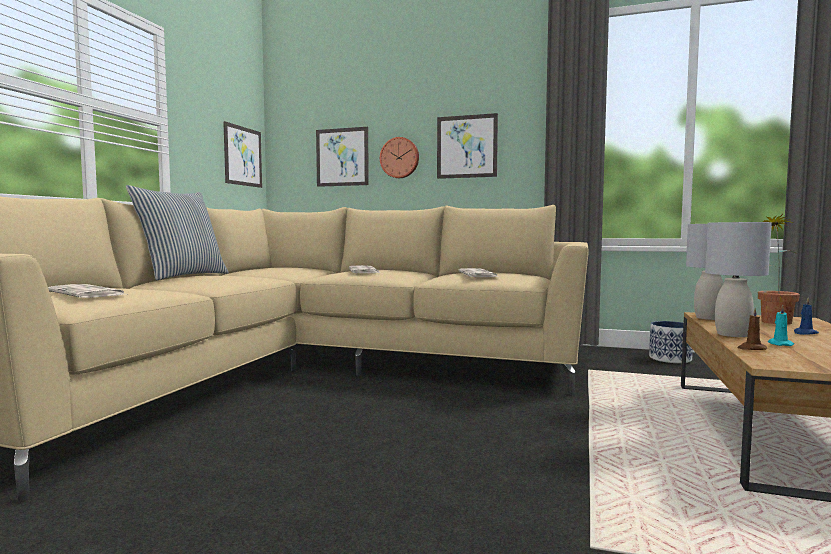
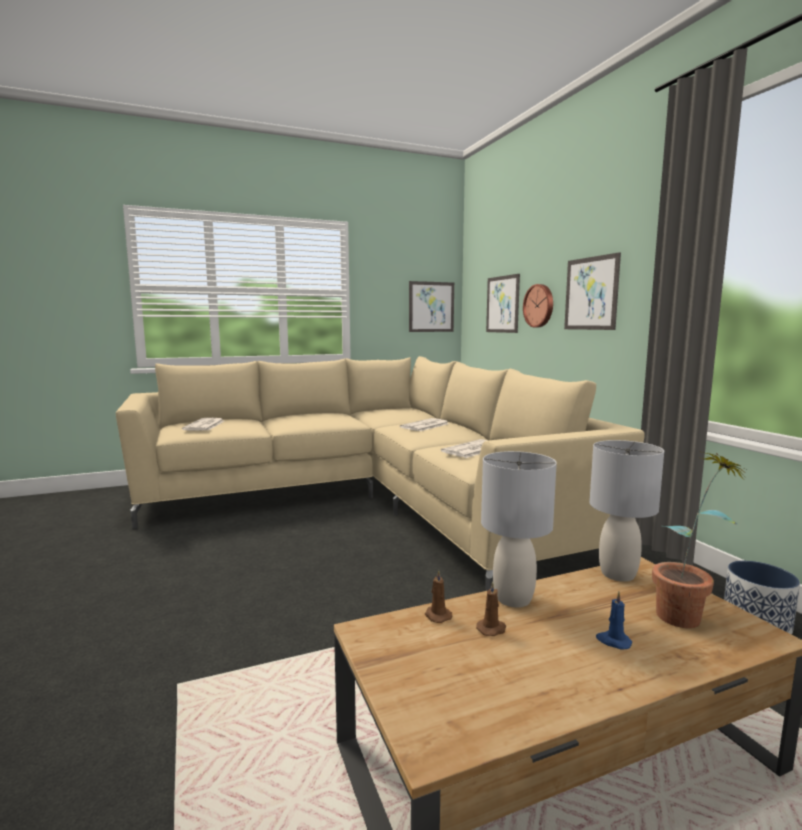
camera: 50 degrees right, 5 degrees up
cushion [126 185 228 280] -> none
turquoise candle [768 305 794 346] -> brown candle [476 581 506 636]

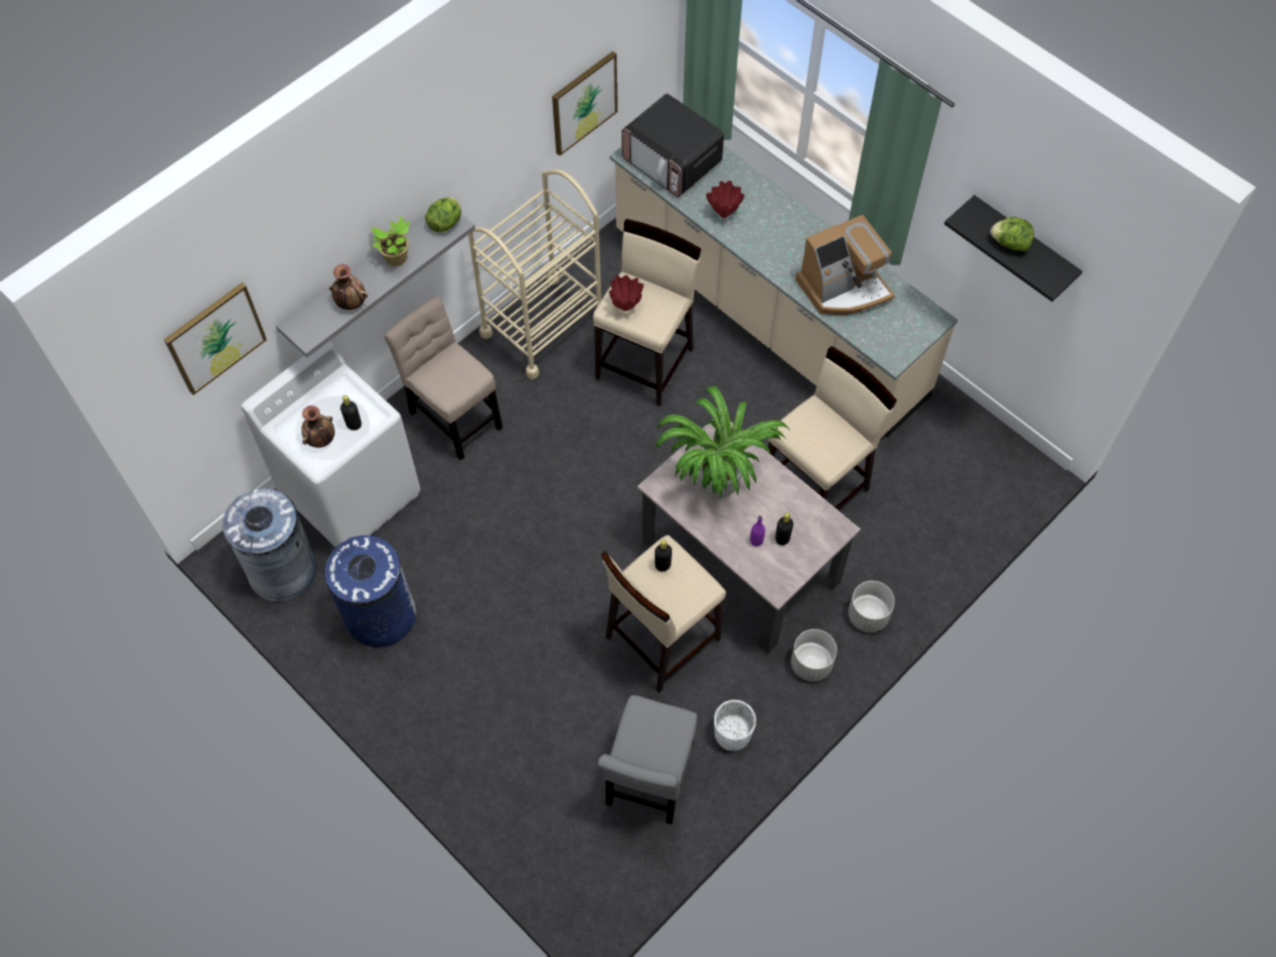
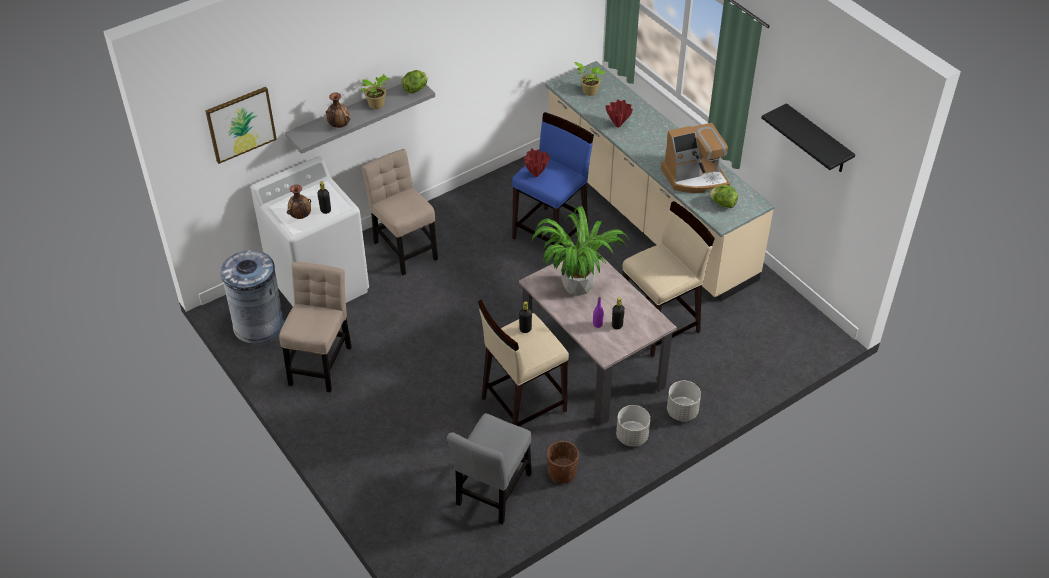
camera: 10 degrees right, 15 degrees down
blue rubbish bin [324 535 416 647] -> sand-coloured plain chair [279 262 352 393]
sand-coloured wheeled cart [468 169 601 380] -> none
wall art [552 51 618 156] -> none
sand-coloured stool [593 219 701 406] -> blue stool [512 112 594 259]
microwave [622 94 724 197] -> plant in a pot [574 62 605 96]
white planter [714 700 756 751] -> brown planter [547 441 579 484]
head of lettuce [990 217 1034 252] -> head of lettuce [709 185 738 208], moved

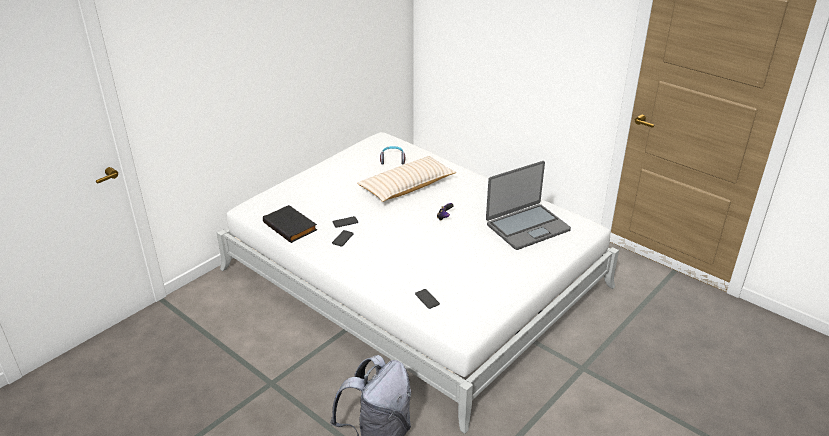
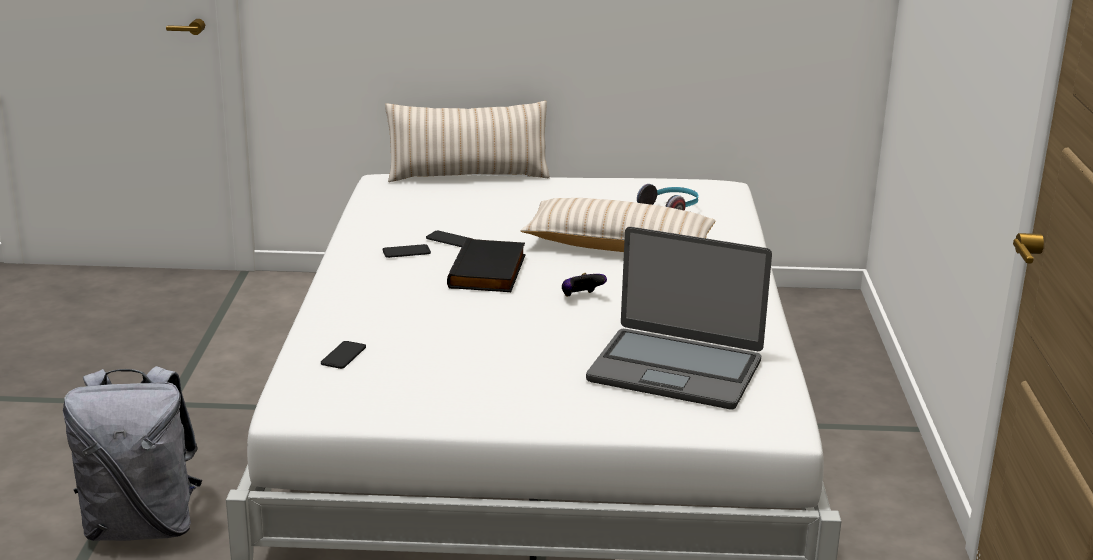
camera: 50 degrees right, 10 degrees down
black-coloured book [263 205 317 243] -> black-coloured book [447 238 525 292], moved
none -> sand-coloured cushion [385 101 550 182]

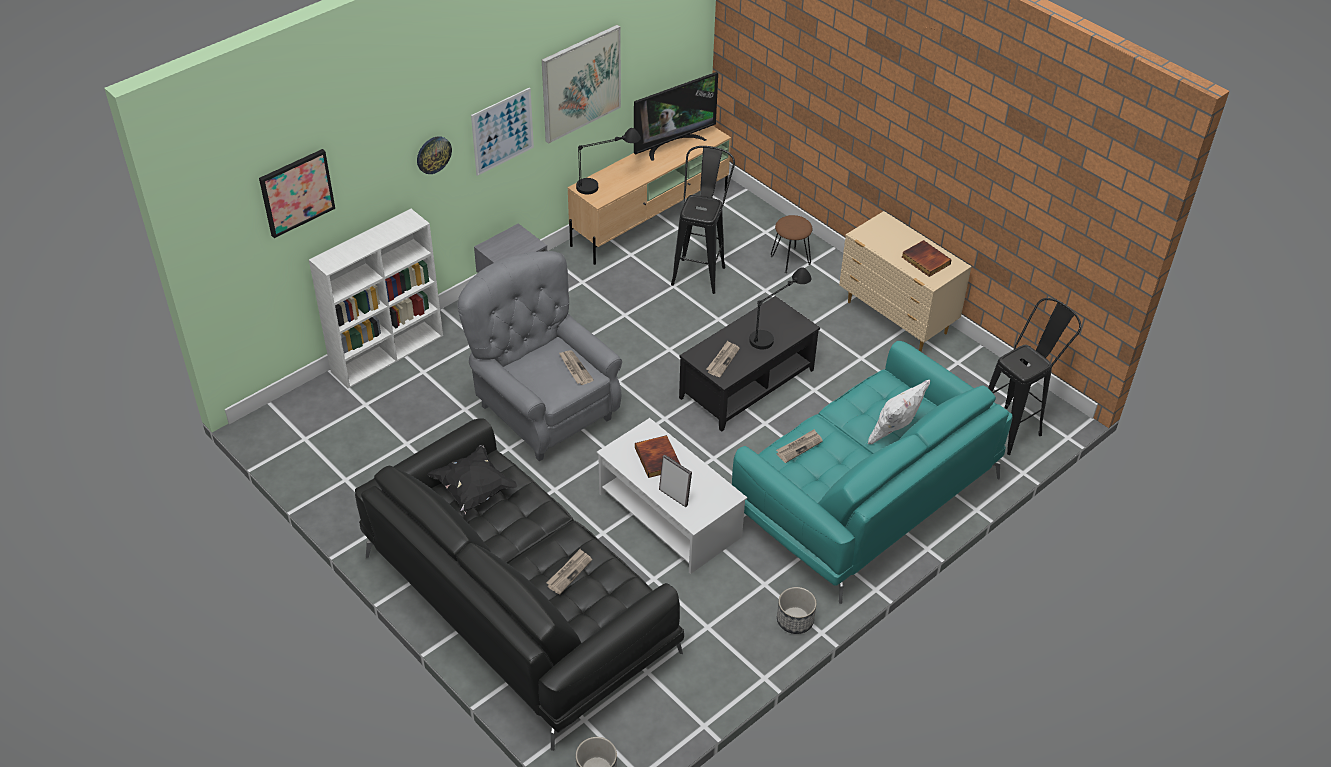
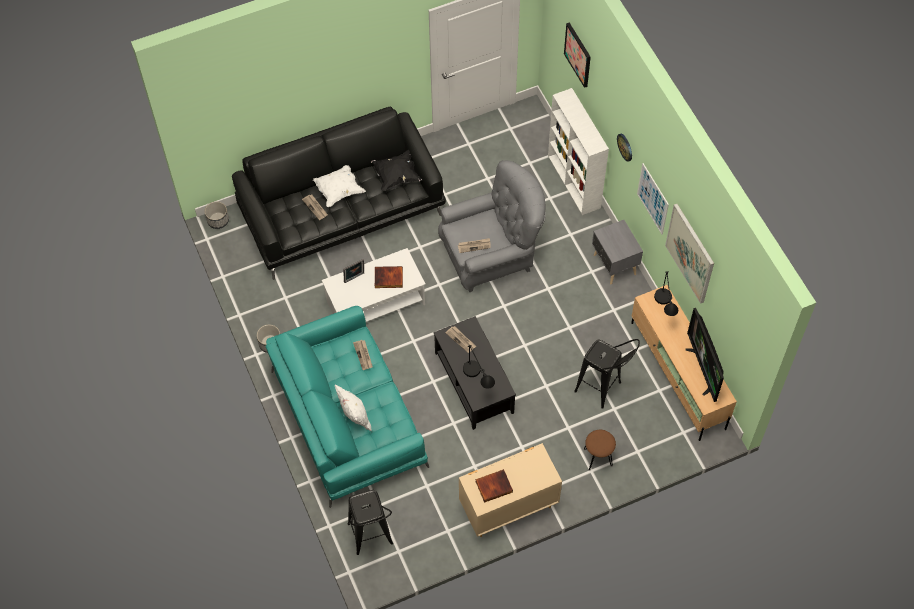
camera: 110 degrees right, 15 degrees up
none -> white cushion [312 165 366 207]

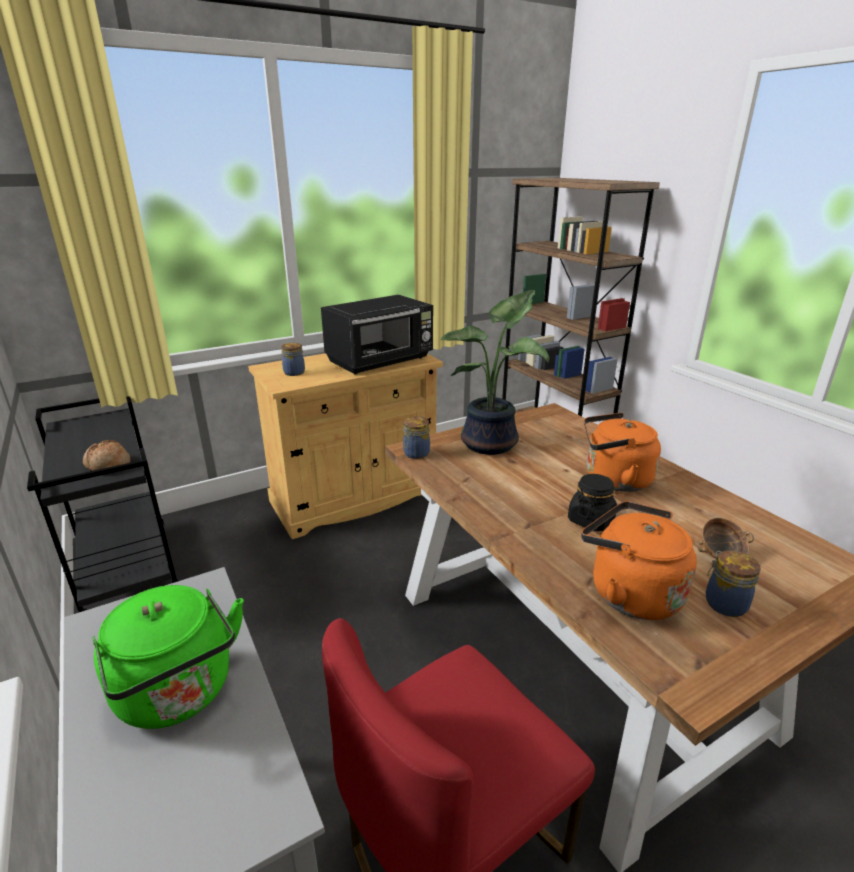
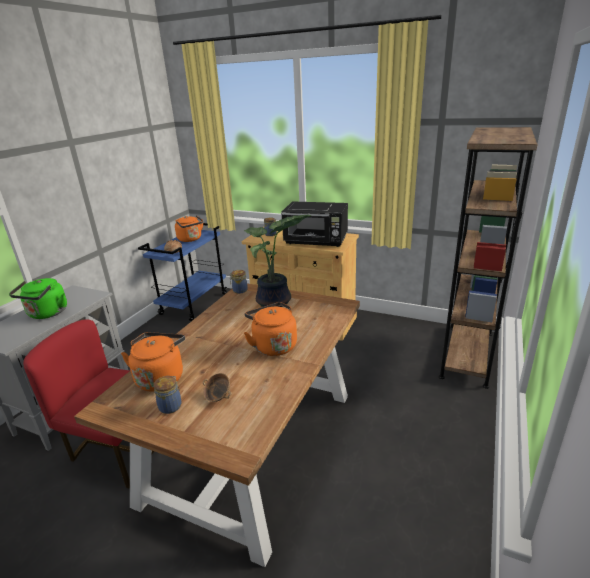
camera: 55 degrees right, 0 degrees up
black-coloured wheeled cart [27 396 179 612] -> blue wheeled cart [138 223 227 321]
black-coloured jar [568 474 617 532] -> none
none -> orange-coloured kettle [175 215 203 242]

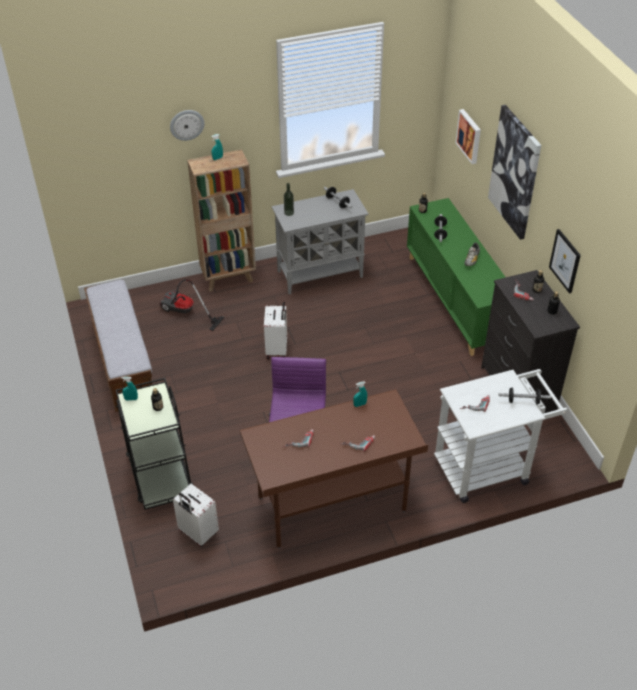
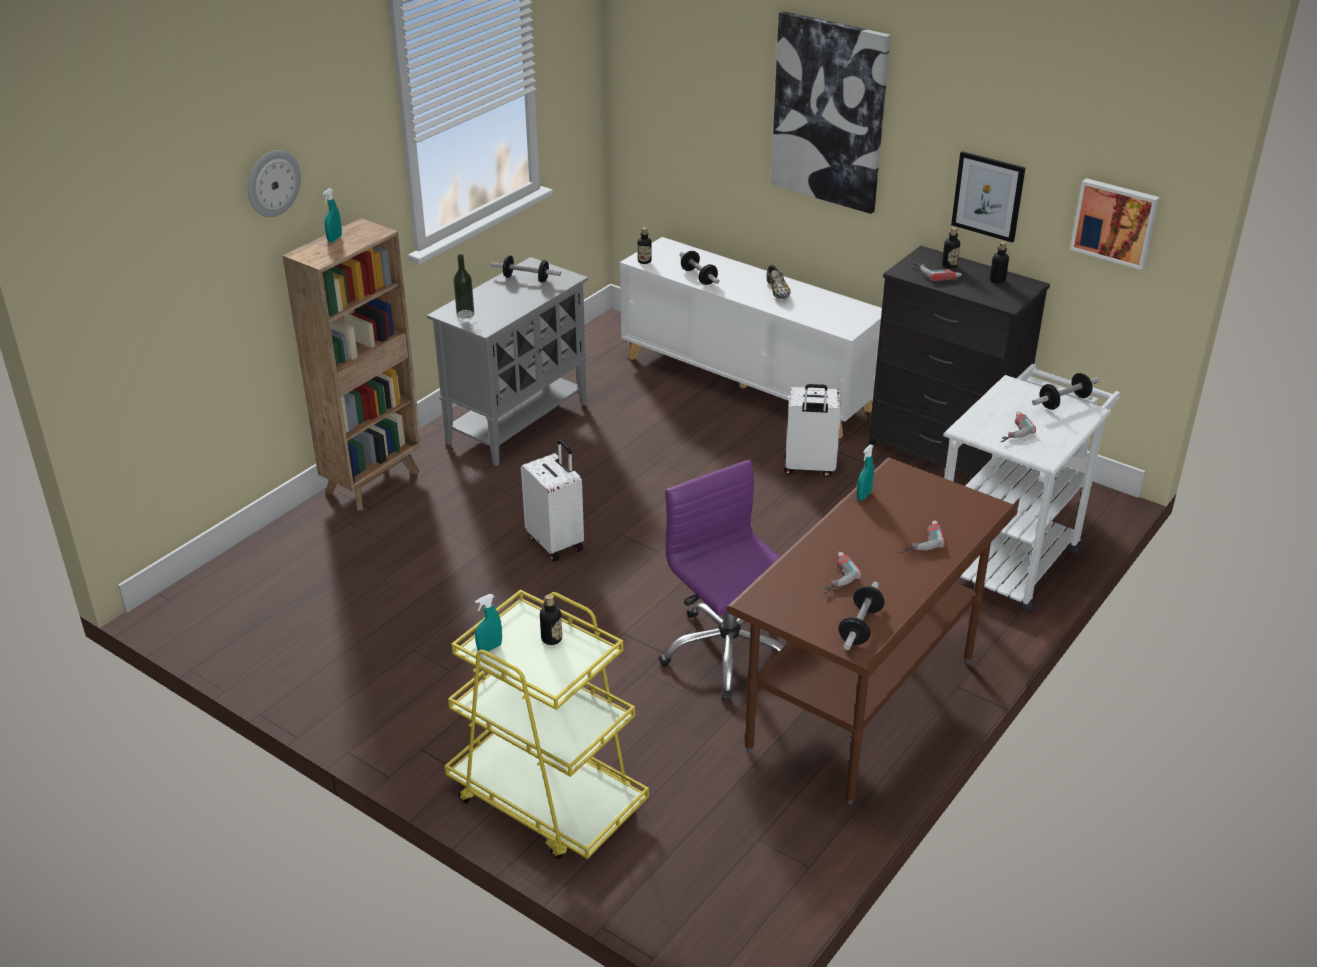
camera: 35 degrees left, 10 degrees down
long seat [84 279 152 412] -> none
black-coloured wheeled cart [116 378 193 510] -> yellow wheeled cart [445 589 649 859]
vacuum [159 279 225 331] -> none
white suitcase [173 484 219 547] -> white suitcase [784 384 841 477], moved
green cupboard [407 198 506 356] -> white cupboard [620 237 882 438]
wall art [455 109 481 164] -> wall art [1070 178 1160 270], moved
none -> free weight [838 582 885 650]

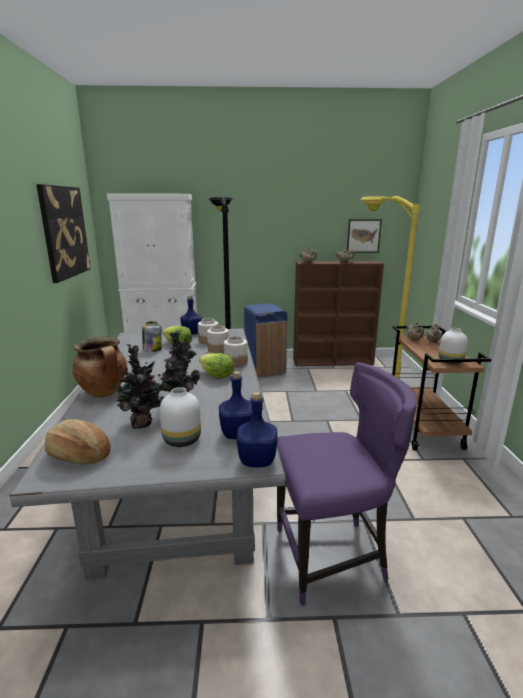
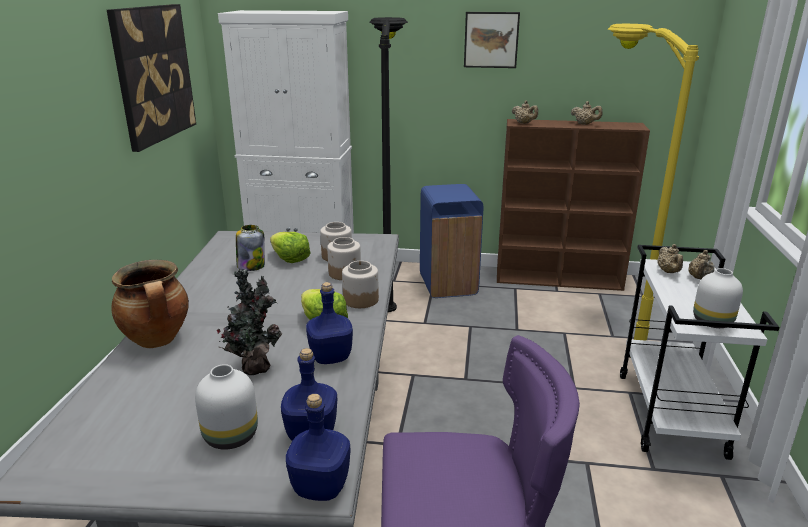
camera: 10 degrees right, 5 degrees up
bread [45 419 111 464] -> none
plant in a pot [107 344 172 429] -> none
blue bottle [180 296 202 335] -> blue bottle [306 282 353 364], moved
wall art [347 219 382 253] -> wall art [464 12 520 68], moved
brown wheeled cart [392 326 491 451] -> white wheeled cart [620 245 779 460]

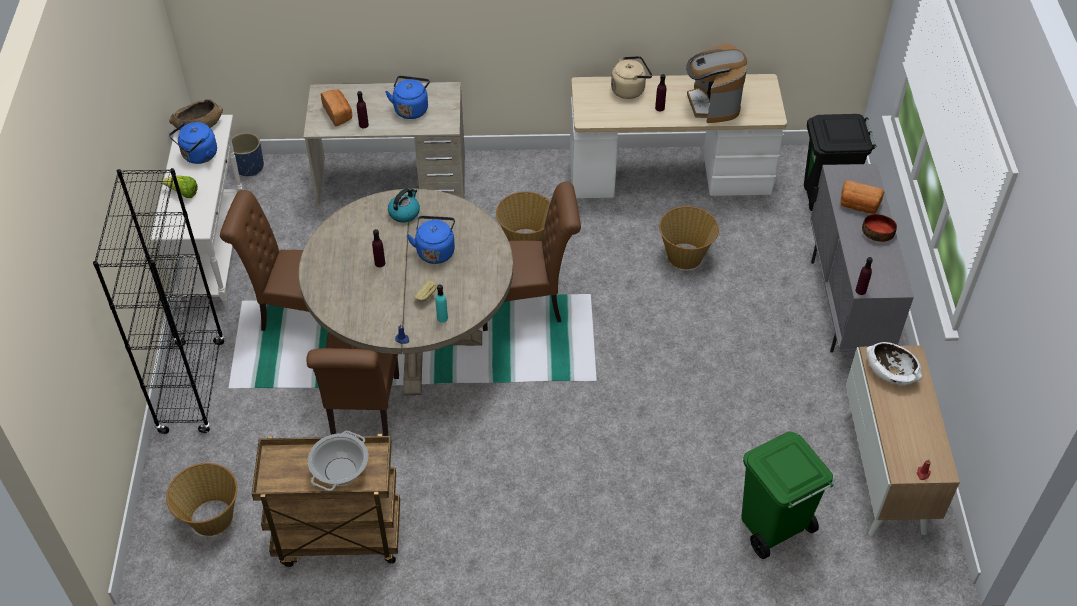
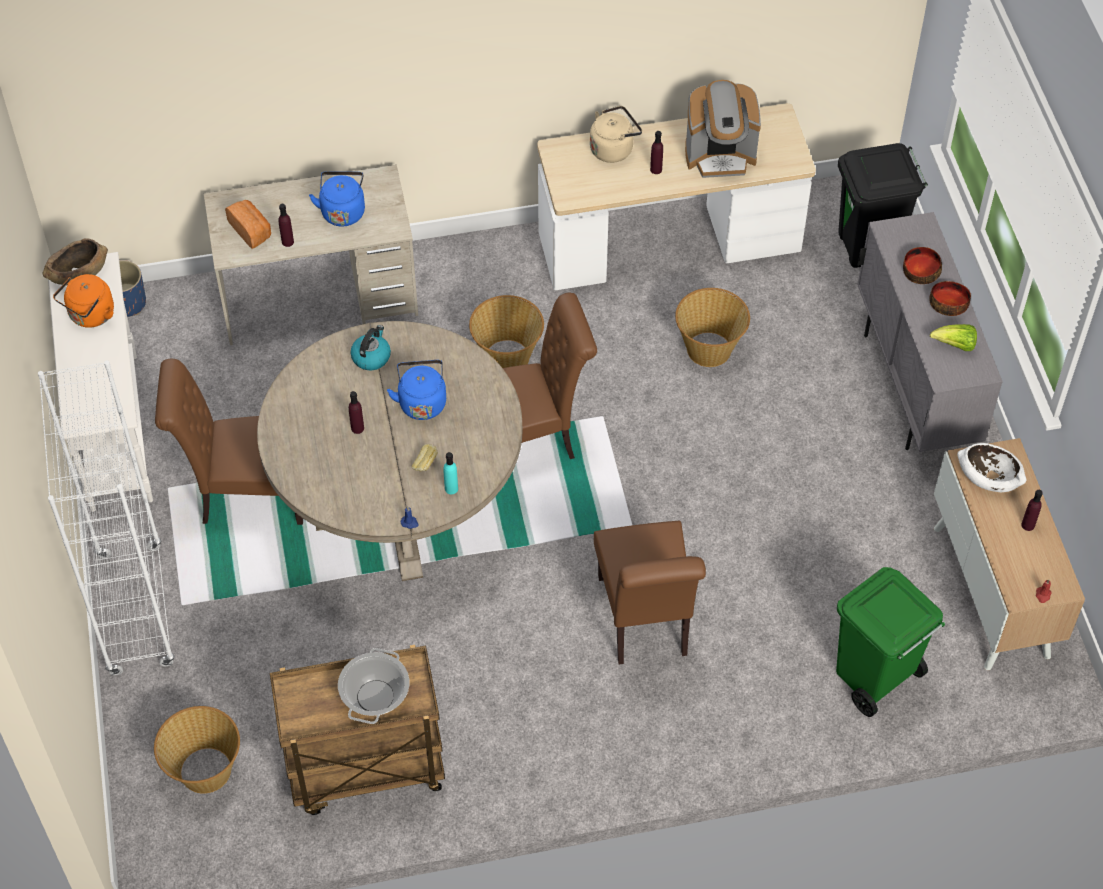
camera: 10 degrees left, 5 degrees up
black-coloured shelving unit [93 168 225 434] -> white shelving unit [38 360 175 676]
head of lettuce [161 176 198 198] -> head of lettuce [930 324 977 351], moved
blue kettle [169 122 217 164] -> orange-coloured kettle [53 274 114 328]
brown plain chair [306 333 399 436] -> brown plain chair [594 521 706 665], moved
coffee maker [686 44 747 123] -> coffee maker [685 80 761 178], 75 degrees counterclockwise
bread [840 180 884 214] -> deep dish [903 247 942 284]
purplish bottle [855 257 873 295] -> purplish bottle [1021 490 1043 531], moved

